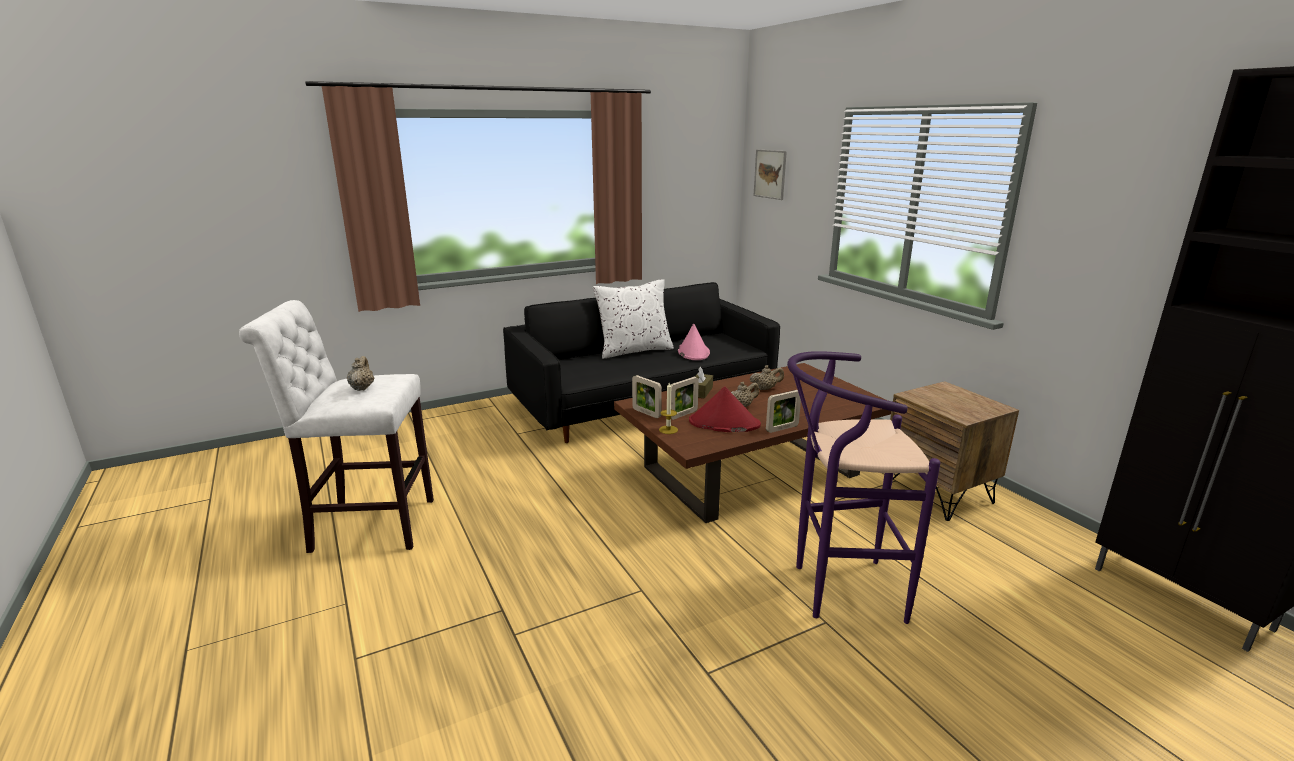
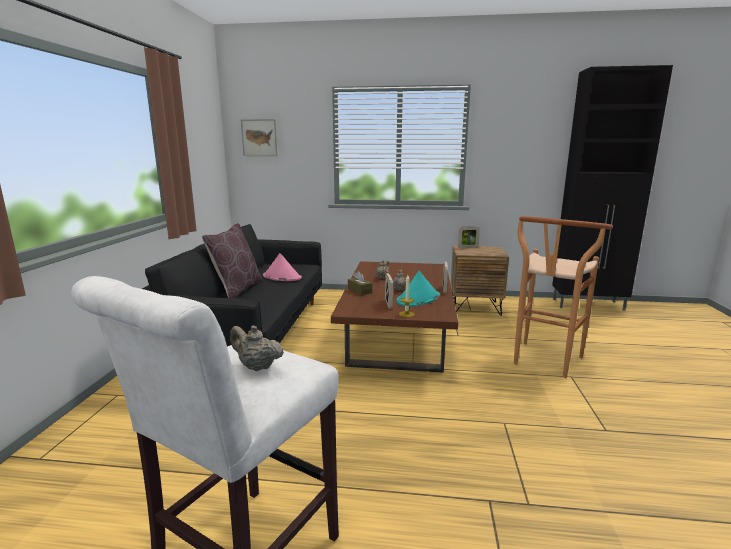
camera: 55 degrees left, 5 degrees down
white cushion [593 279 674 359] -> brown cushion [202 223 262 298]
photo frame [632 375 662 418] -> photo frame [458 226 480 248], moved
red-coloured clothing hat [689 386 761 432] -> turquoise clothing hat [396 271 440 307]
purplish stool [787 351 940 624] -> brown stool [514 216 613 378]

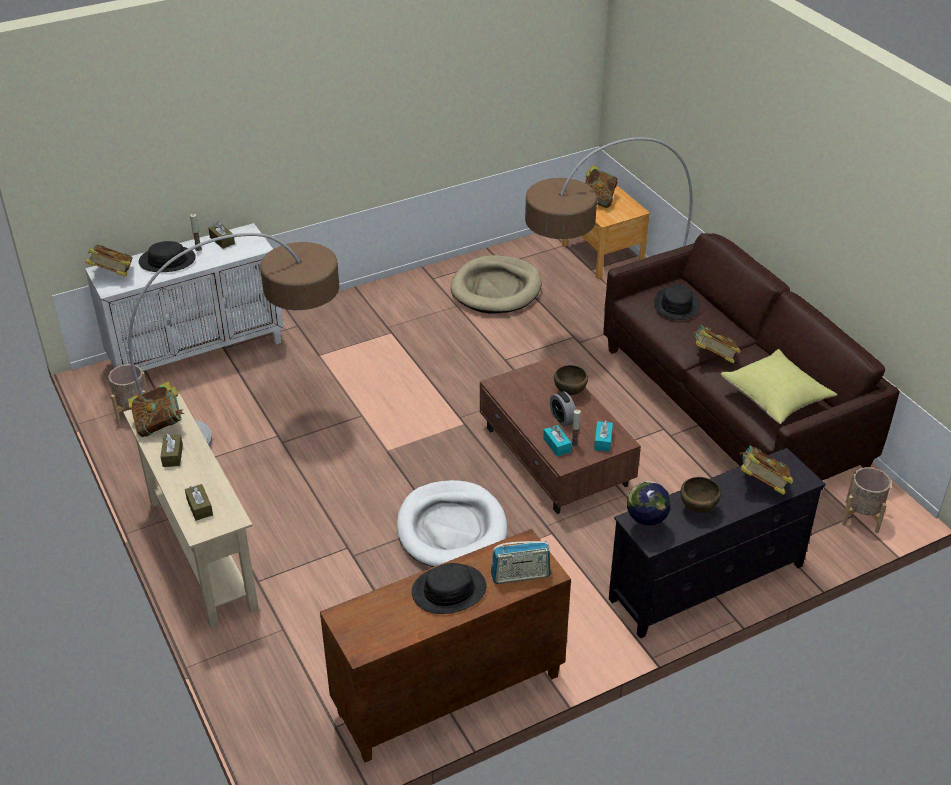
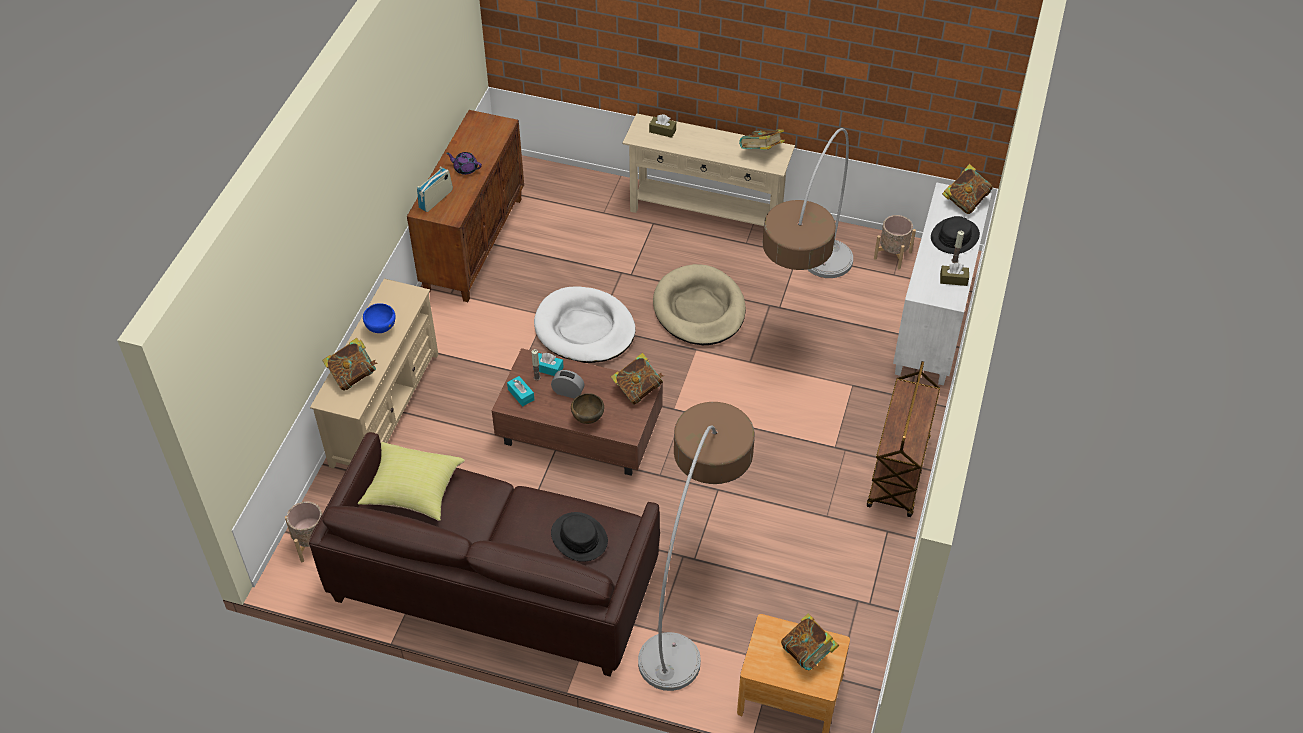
camera: 135 degrees right, 10 degrees up
brown tissue holder [161 434 183 467] -> none
black-coloured clothing hat [412 563 487 614] -> purplish teapot [447 152 482 175]
sand-coloured dog bed [451 255 542 313] -> sand-coloured dog bed [653 264 746 345], moved
black-coloured tv unit [609 448 826 639] -> sand-coloured tv unit [310 278 438 468]
world globe [627 481 671 535] -> none
brown deep dish [681 477 721 513] -> blue deep dish [363 303 396 333]
book [693 325 741 364] -> book [611 353 664 405], moved
none -> brown wheeled cart [867 361 940 517]

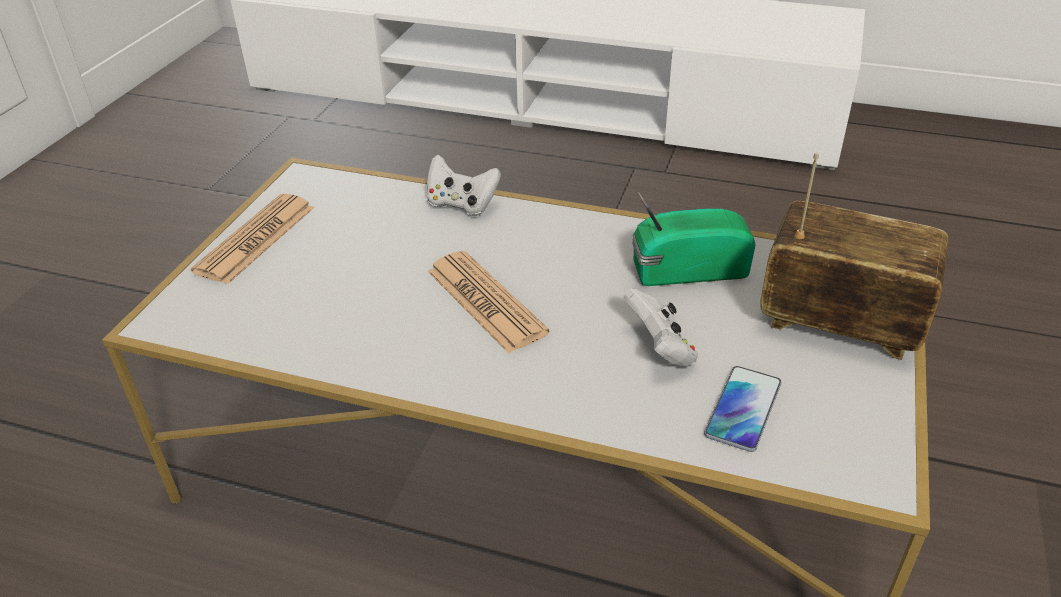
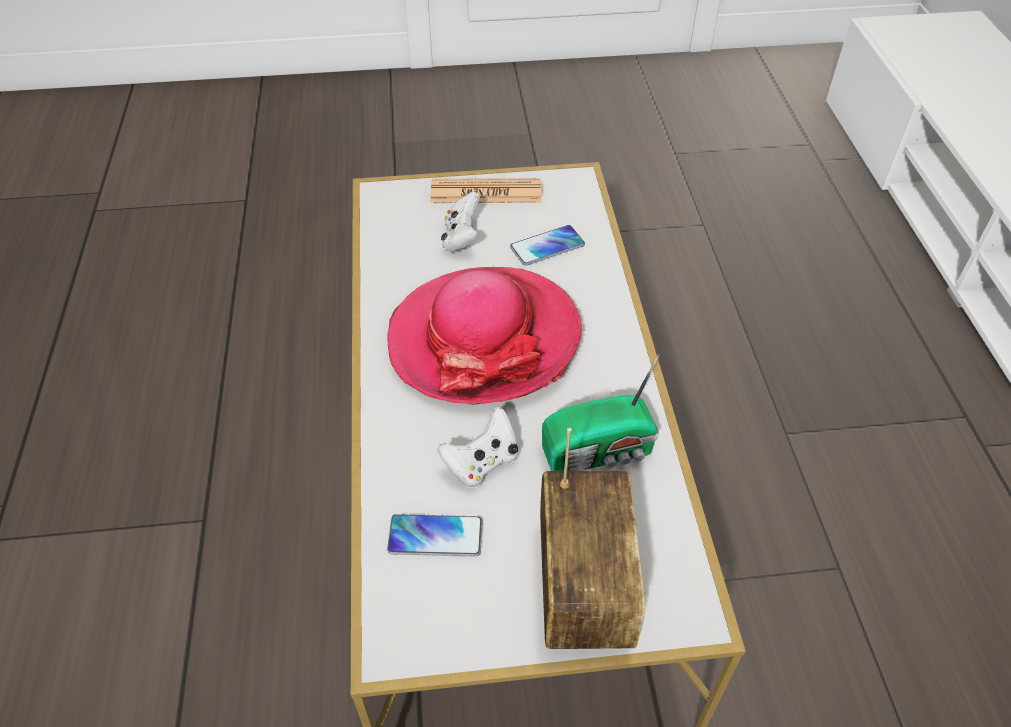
camera: 65 degrees right, 10 degrees up
white joypad [427 154 501 216] -> white joypad [441 192 480 252], moved
daily paper [427 251 550 354] -> clothing hat [387 267 582 405]
radio [632 192 756 286] -> radio [542 354 660 471], 105 degrees clockwise
none -> handset [510 225 585 266]

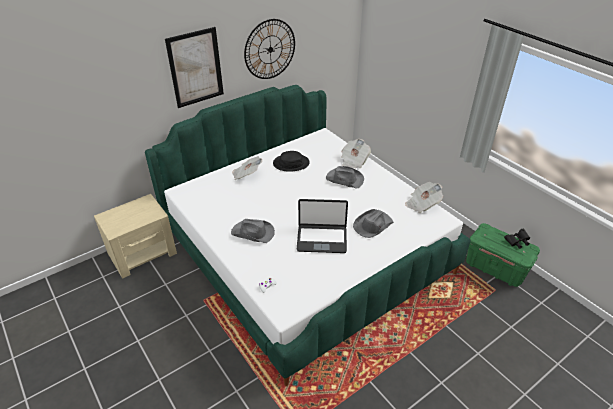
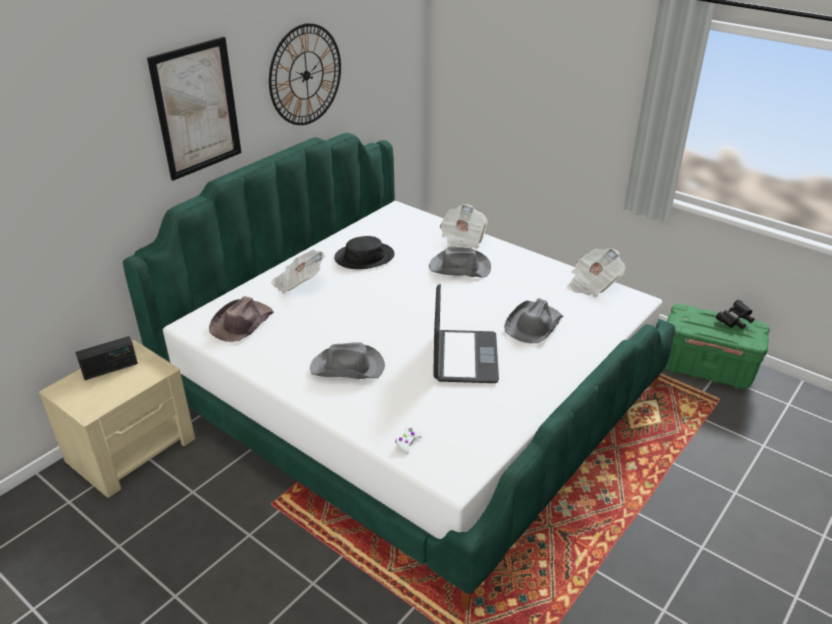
camera: 15 degrees left, 5 degrees down
portable computer [297 199 348 253] -> portable computer [433 284 499 383], 75 degrees counterclockwise
none -> radio [75 336 138 380]
none -> brown clothing hat [209 296 274 342]

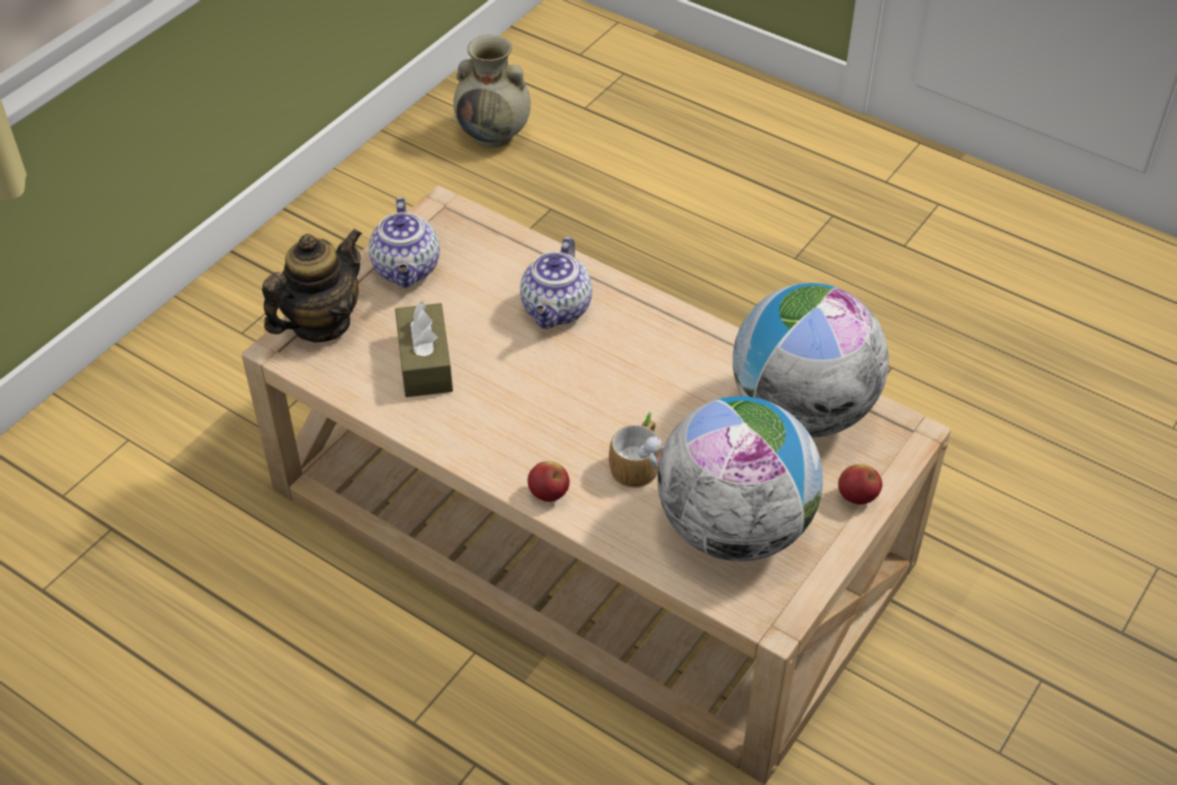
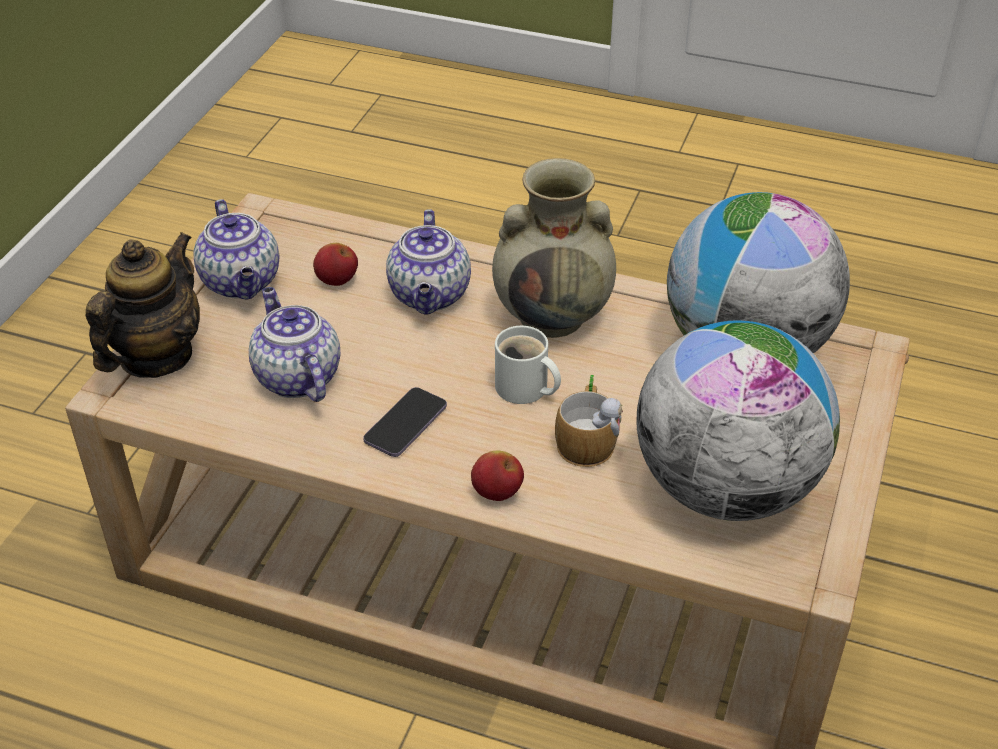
camera: 15 degrees left, 5 degrees down
brown tissue holder [395 301 453 397] -> teapot [249 287 340 402]
sand-coloured flower vase [453 35 531 148] -> sand-coloured flower vase [492 158 616 338], moved
whole apple [838 464 882 505] -> whole apple [313 243 358 286], moved
none -> handset [363 387 447 457]
none -> white coffee mug [495 326 561 404]

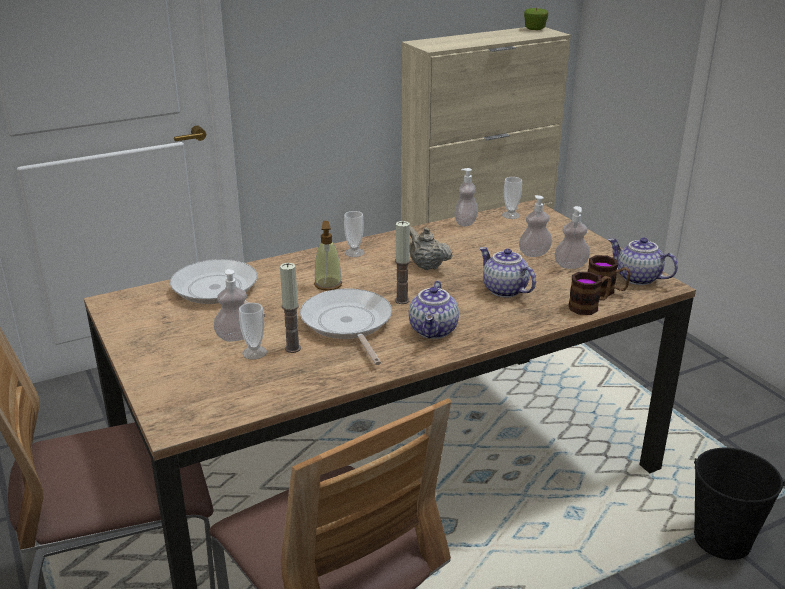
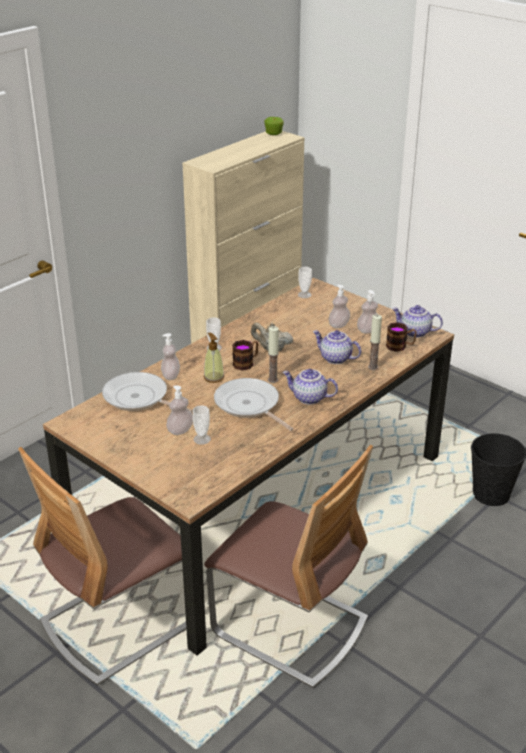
camera: 20 degrees left, 5 degrees up
candle [280 263 301 353] -> candle [368 314 382 370], moved
teapot [409 280 459 339] -> teapot [283 369 338 405], 120 degrees clockwise
liquid soap bottle [455 168 478 226] -> liquid soap bottle [161 333 180 380], moved
coffee mug [568 272 611 315] -> coffee mug [232 340 258 370], moved

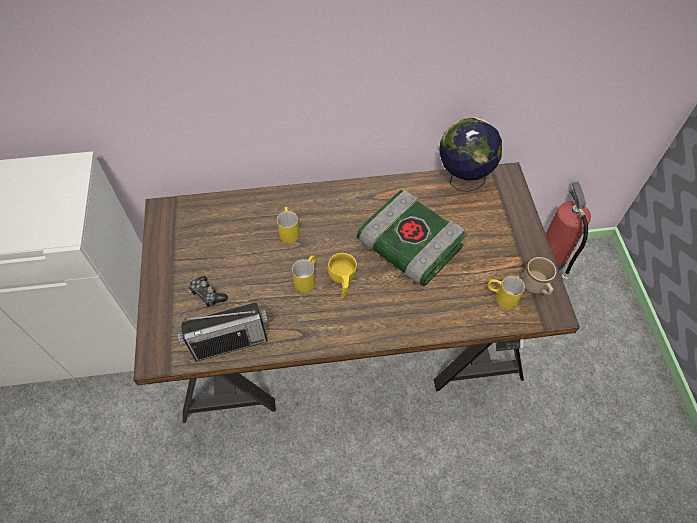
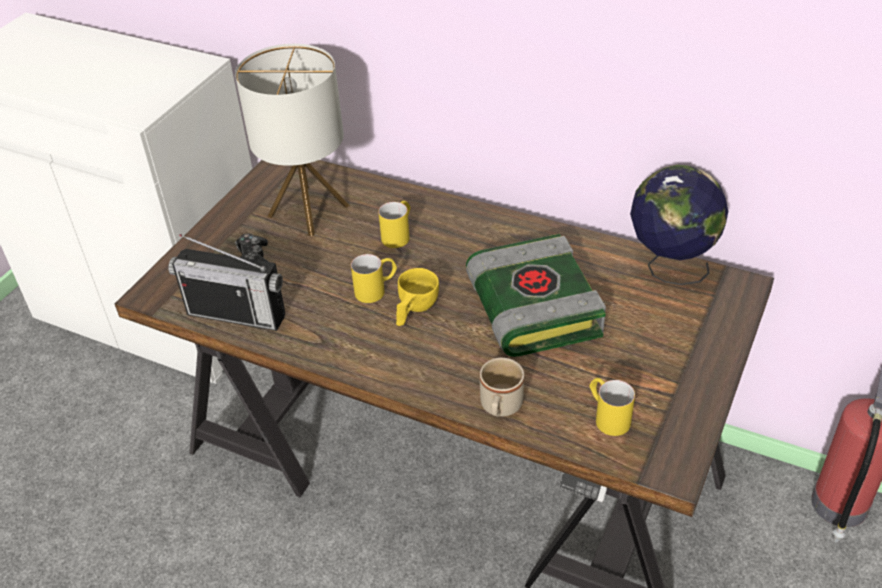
camera: 35 degrees right, 15 degrees down
sand-coloured coffee mug [522 257 556 295] -> sand-coloured coffee mug [480 358 524 417], moved
none -> lamp for a table [235 44 350 237]

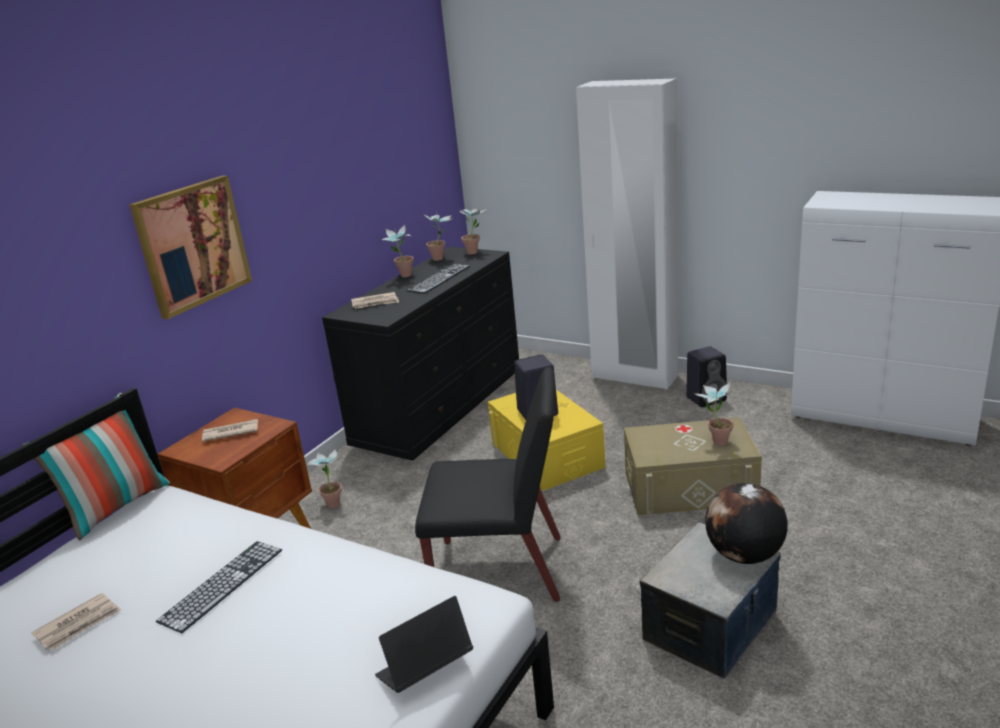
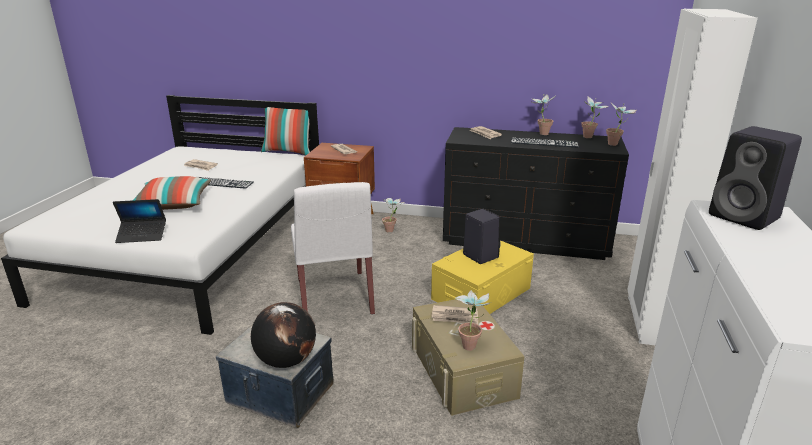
camera: 70 degrees right, 0 degrees up
wall art [129 176 252 319] -> none
portable computer [375 596 473 693] -> portable computer [113 199 166 243], 135 degrees clockwise
black-coloured plain chair [415 367 561 602] -> white plain chair [291 182 375 315]
black-coloured audio speaker [686 346 727 407] -> black-coloured audio speaker [709 126 802 230], moved
none -> cushion [133 176 211 210]
none -> daily paper [431 305 478 325]

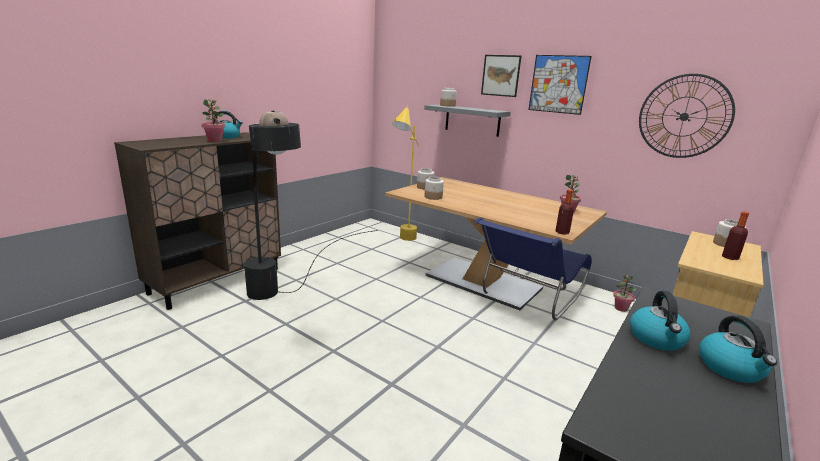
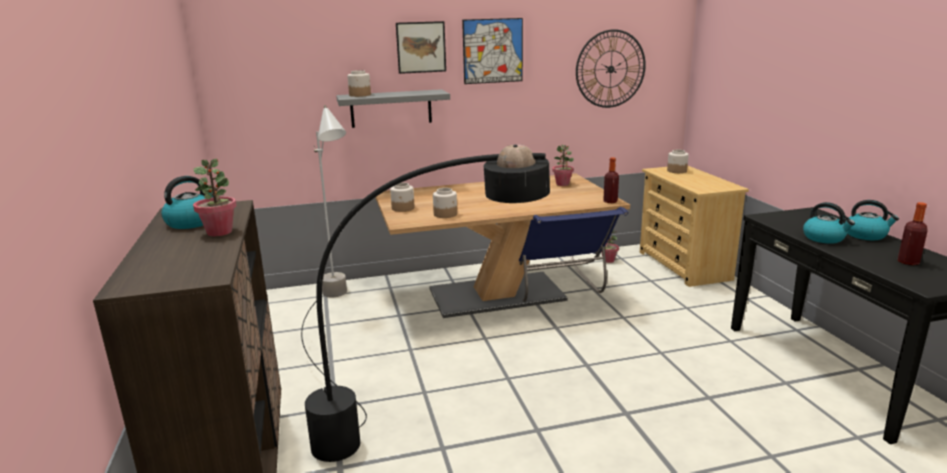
camera: 50 degrees left, 0 degrees up
yellow standing lamp [392 106 419 241] -> grey standing lamp [314 105 347 298]
bottle [722 212 749 260] -> bottle [898 202 928 265], moved

